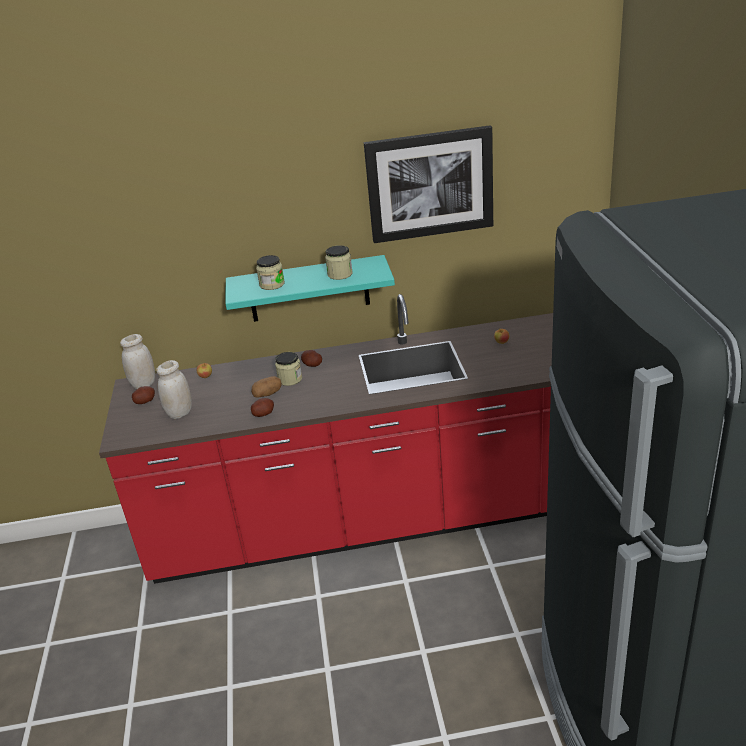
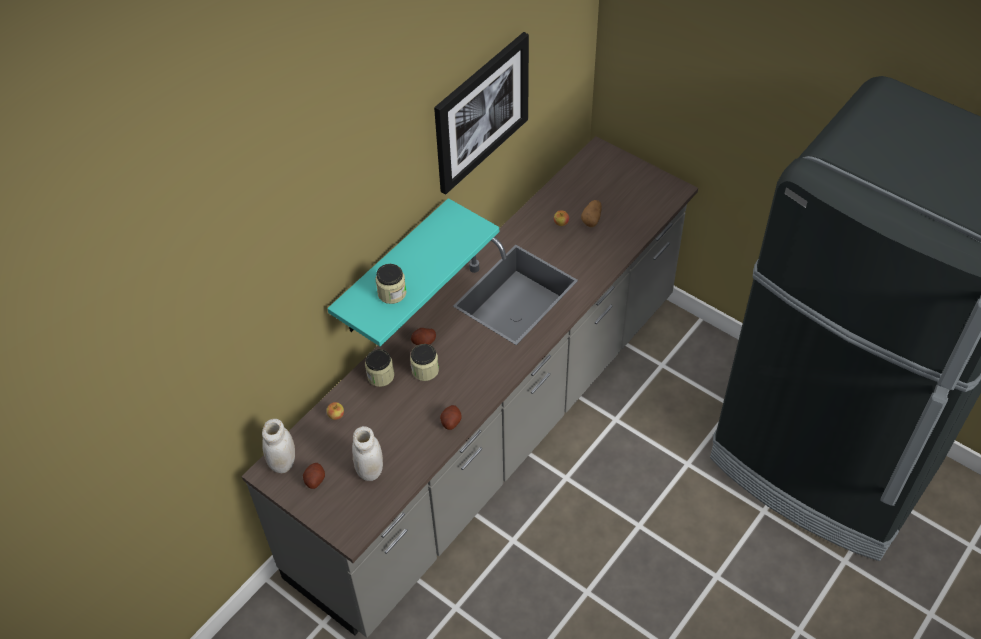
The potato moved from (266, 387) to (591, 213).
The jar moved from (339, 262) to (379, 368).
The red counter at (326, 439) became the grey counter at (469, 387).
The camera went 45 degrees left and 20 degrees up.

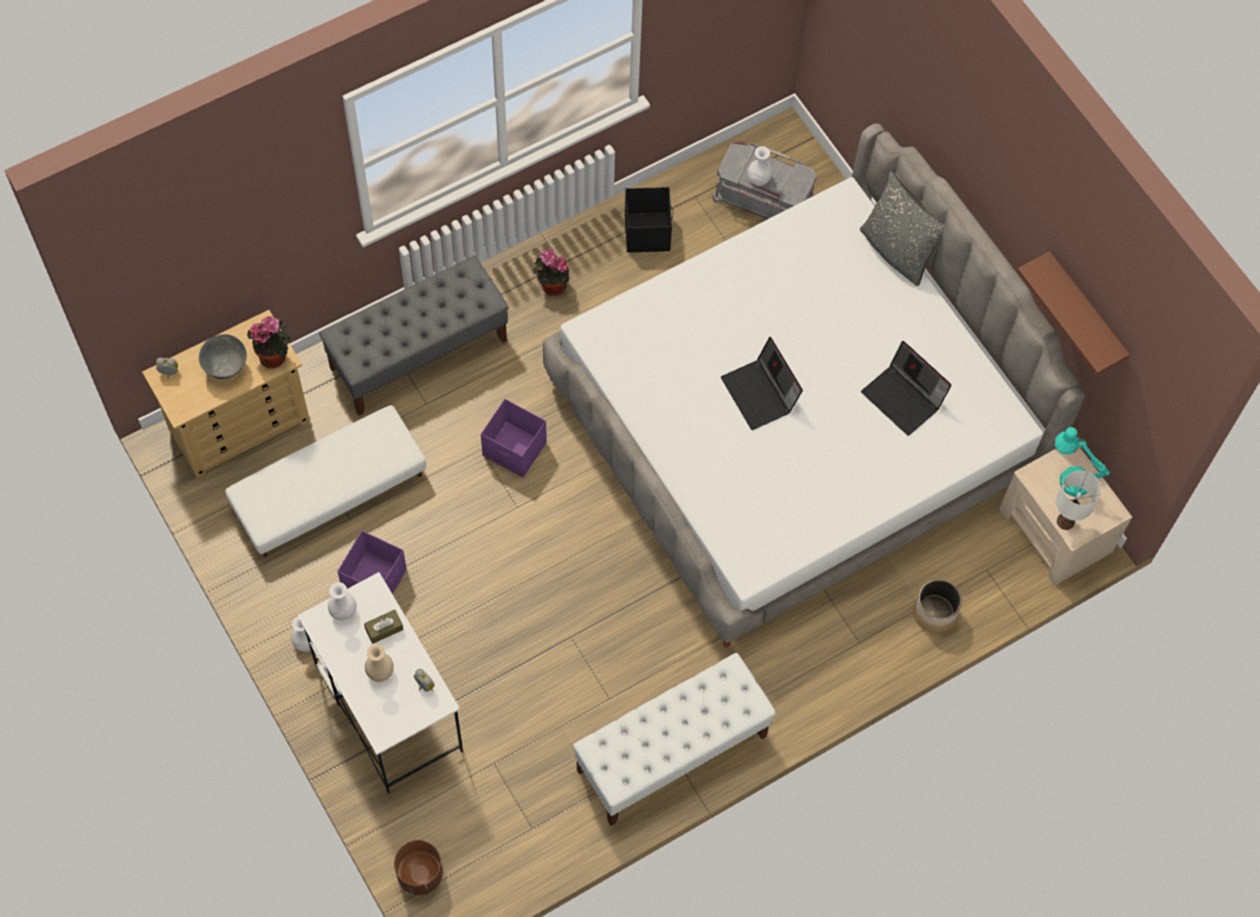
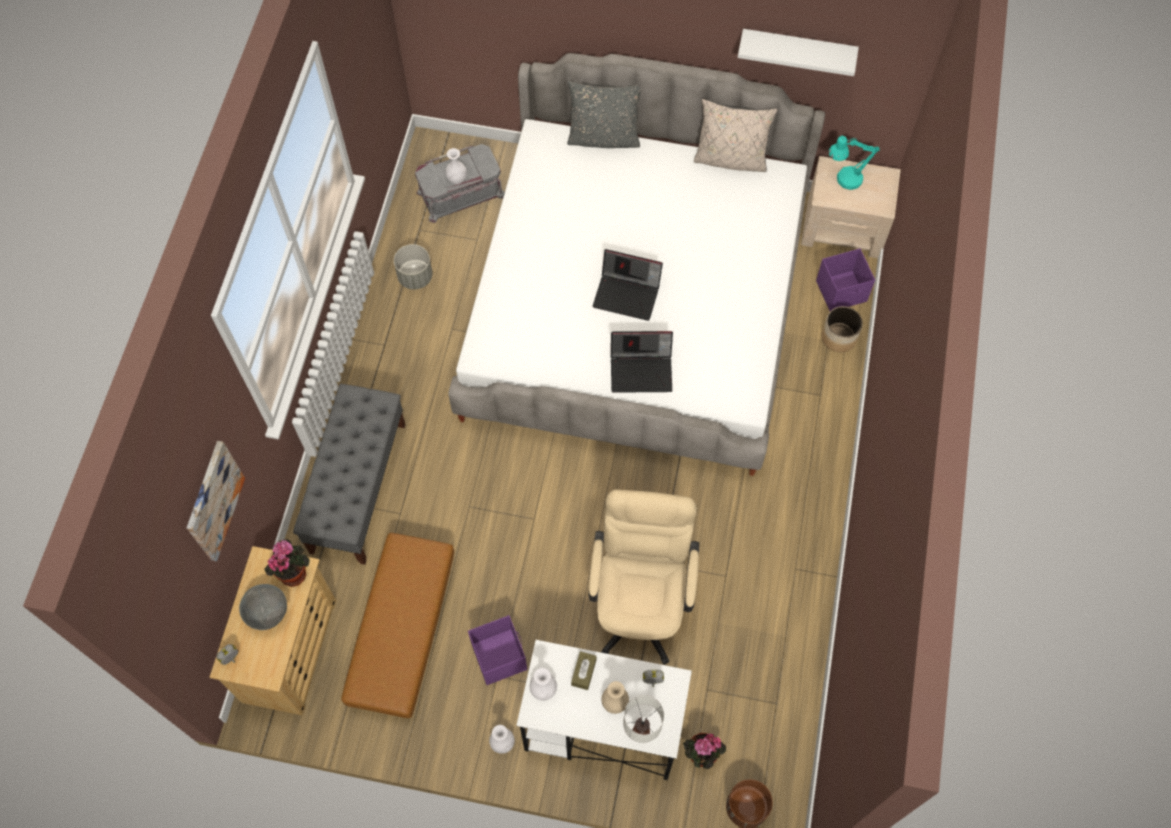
The white bench at (674, 739) disappeared.
The picture at (216, 501) appeared.
The beige office chair at (643, 577) appeared.
The beige pillow at (736, 135) appeared.
The purple storage box moved from (514, 438) to (845, 280).
The potted plant moved from (551, 272) to (704, 751).
The laptop moved from (906, 388) to (642, 362).
The white table lamp moved from (1078, 500) to (643, 719).
The black storage box at (649, 220) was replaced by the grey planter at (413, 267).
The white ottoman at (325, 481) became the brown ottoman at (397, 625).
The brown shelf at (1073, 313) became the white shelf at (798, 52).
The camera went 45 degrees left and 0 degrees up.

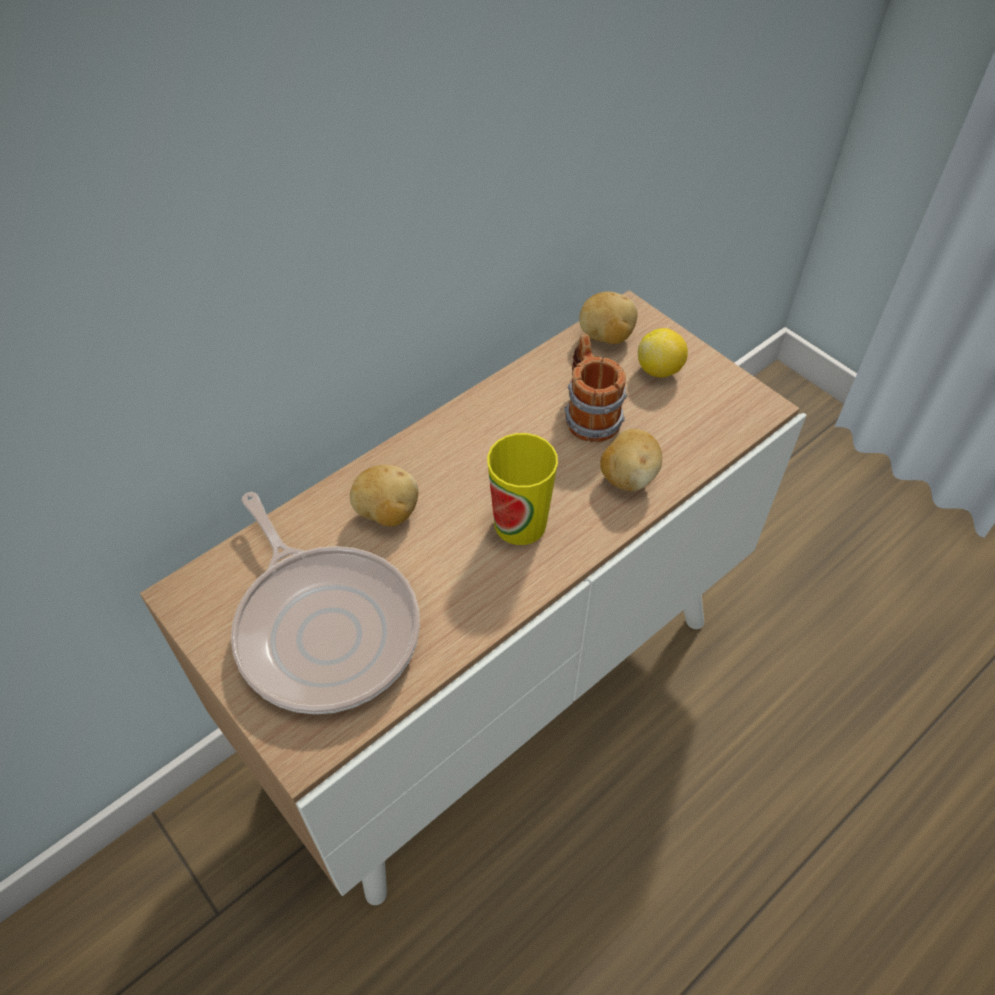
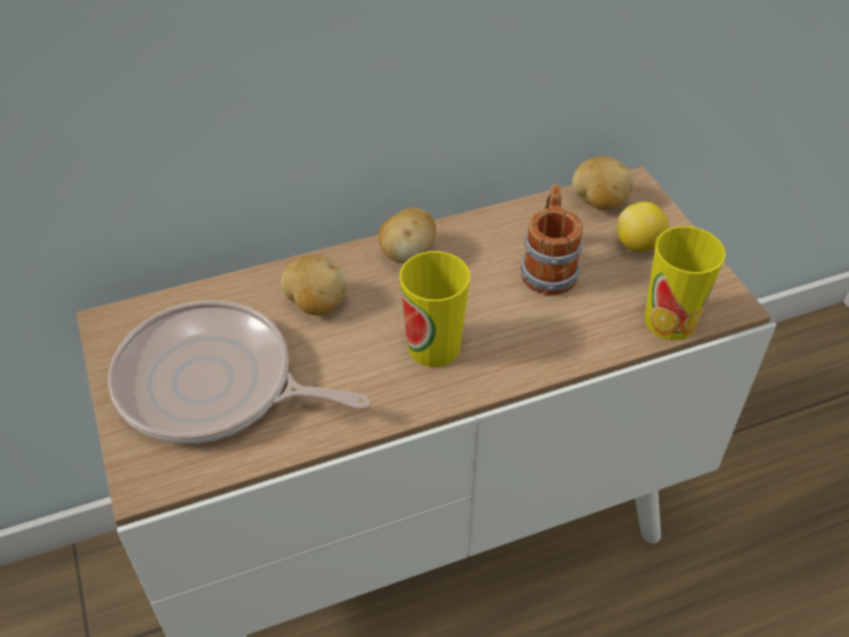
The cup at (685, 283) appeared.
The potato moved from (631, 460) to (407, 236).
The frying pan at (325, 603) turned 120 degrees clockwise.
The camera went 20 degrees right and 5 degrees down.

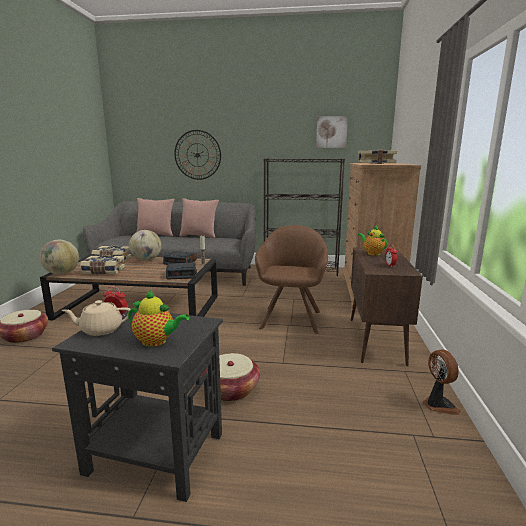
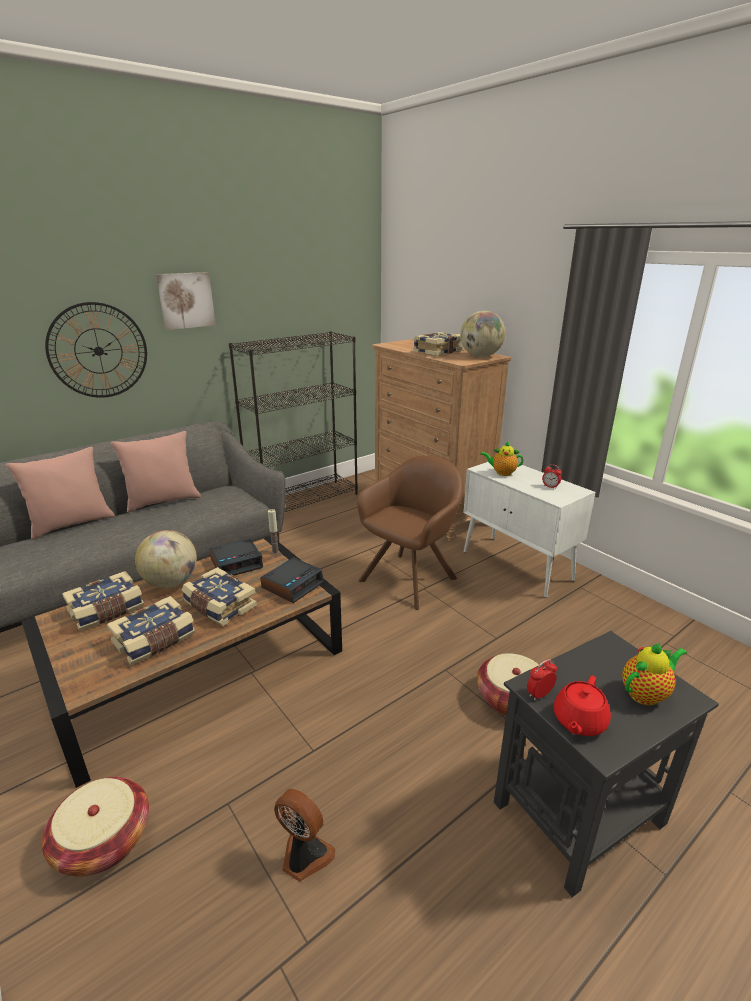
The book at (219, 596) appeared.
The globe moved from (59, 257) to (482, 334).
The picture moved from (332, 132) to (186, 301).
The fan moved from (442, 382) to (305, 835).
The beige teapot at (96, 318) became the red teapot at (582, 706).
The brown cabinet at (387, 307) became the white cabinet at (529, 530).
The brown armchair at (291, 279) turned 75 degrees clockwise.
The camera went 45 degrees left and 10 degrees up.

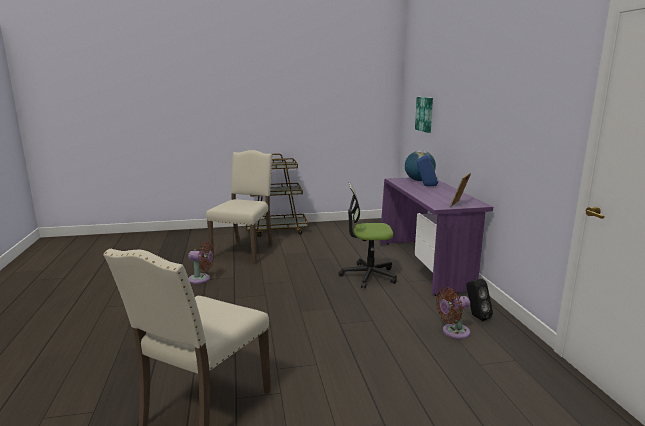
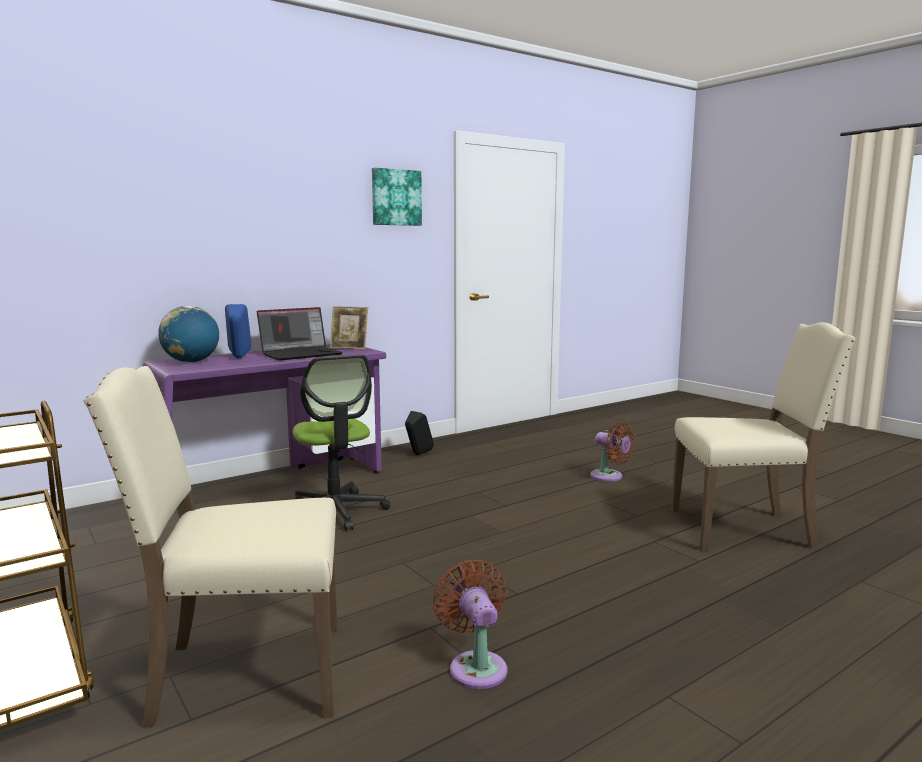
The laptop at (300, 334) appeared.
The picture moved from (424, 115) to (397, 197).
The brown fan moved from (453, 313) to (612, 452).
The camera went 115 degrees left and 5 degrees down.

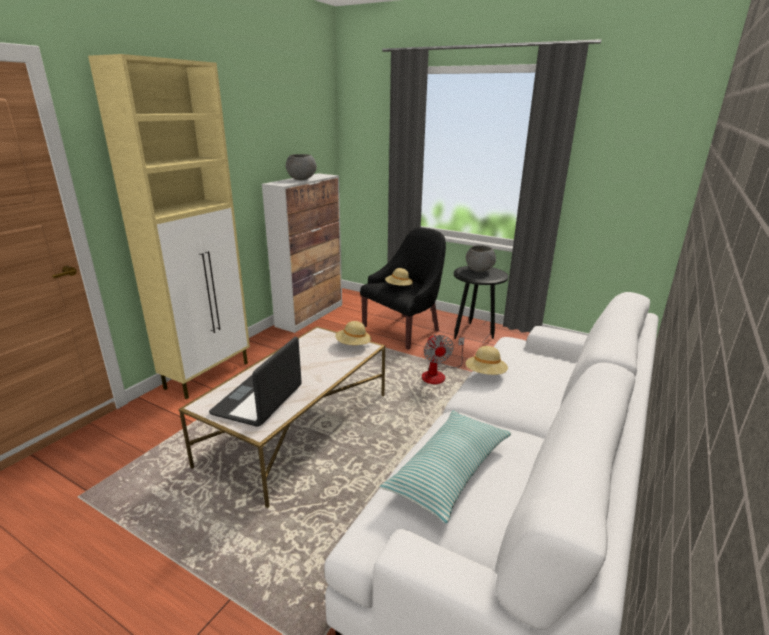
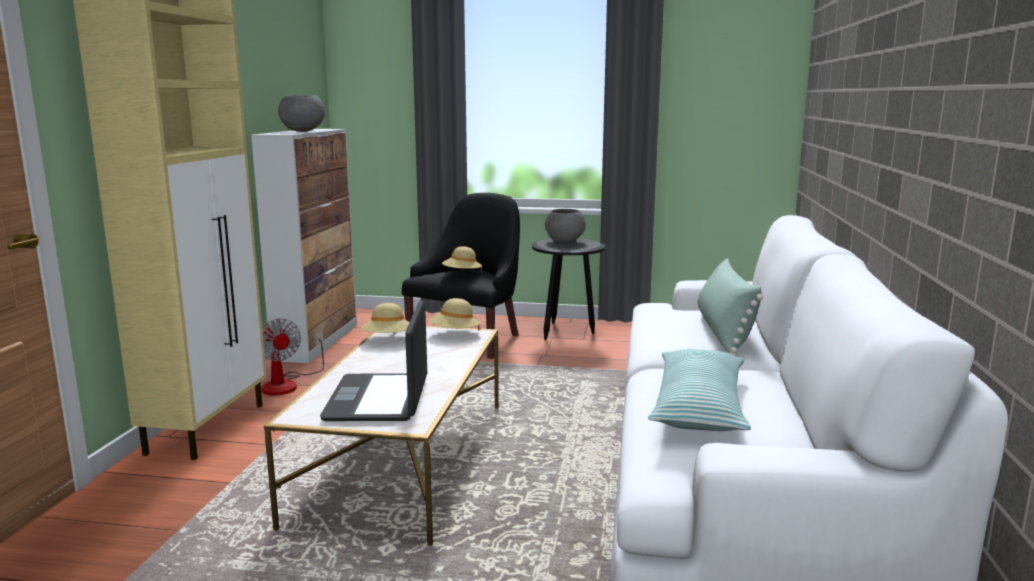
The green pillow at (730, 305) appeared.
The fan moved from (443, 359) to (292, 357).
The beige hat moved from (487, 360) to (385, 318).
The camera went 20 degrees left and 10 degrees down.

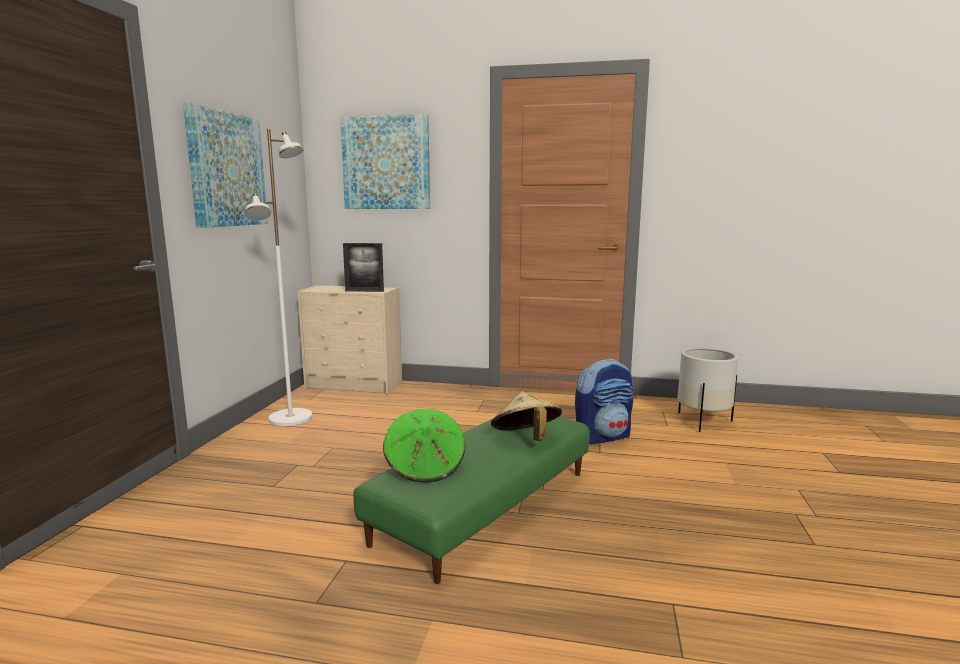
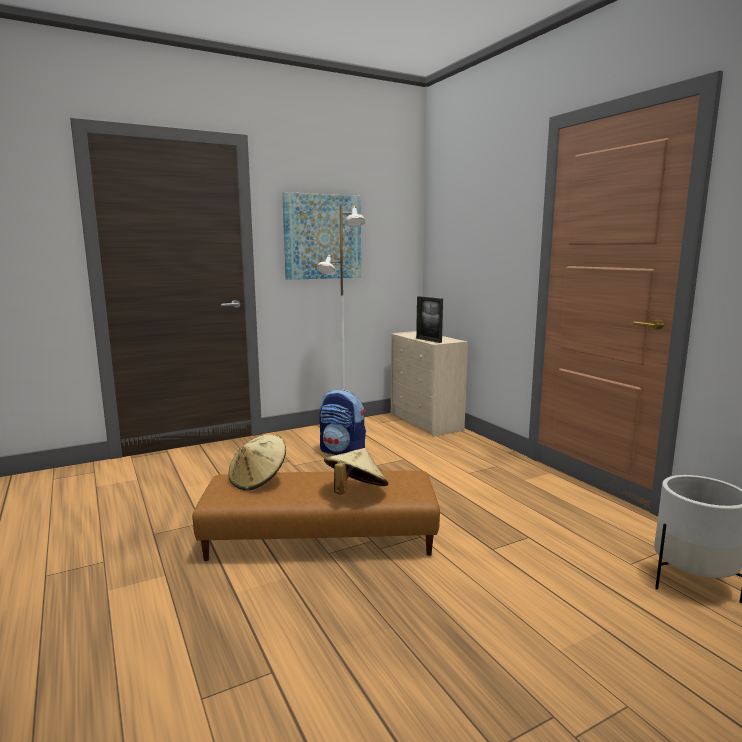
The picture at (385, 161) disappeared.
The backpack moved from (604, 401) to (342, 422).
The green ottoman at (471, 500) became the brown ottoman at (316, 516).
The green hat at (424, 445) became the beige hat at (257, 463).
The camera went 50 degrees right and 0 degrees up.

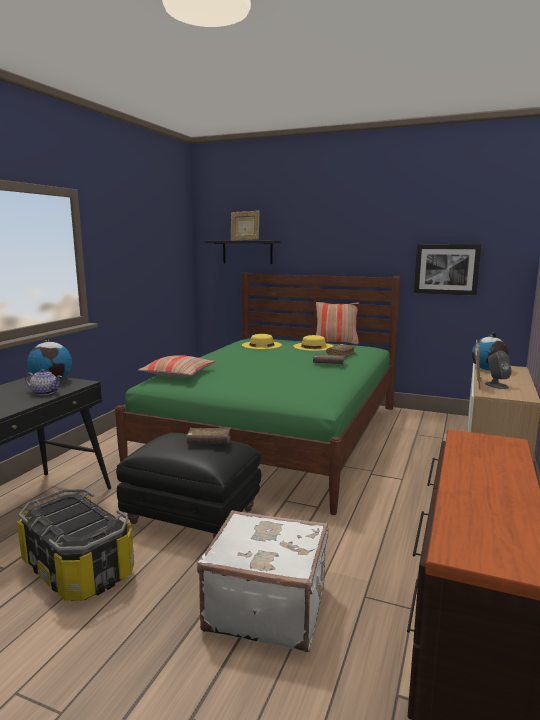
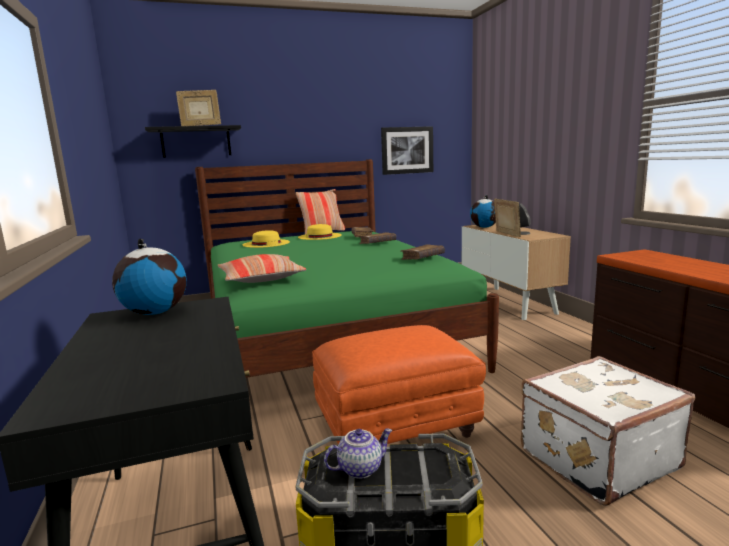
The teapot moved from (43, 382) to (358, 453).
The brown book moved from (208, 435) to (423, 252).
The black ottoman at (188, 485) became the orange ottoman at (399, 384).
The camera went 40 degrees left and 0 degrees up.

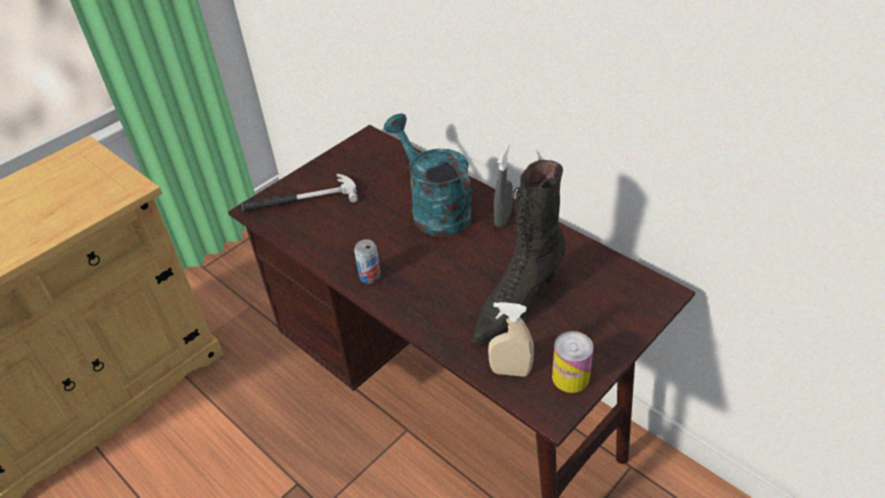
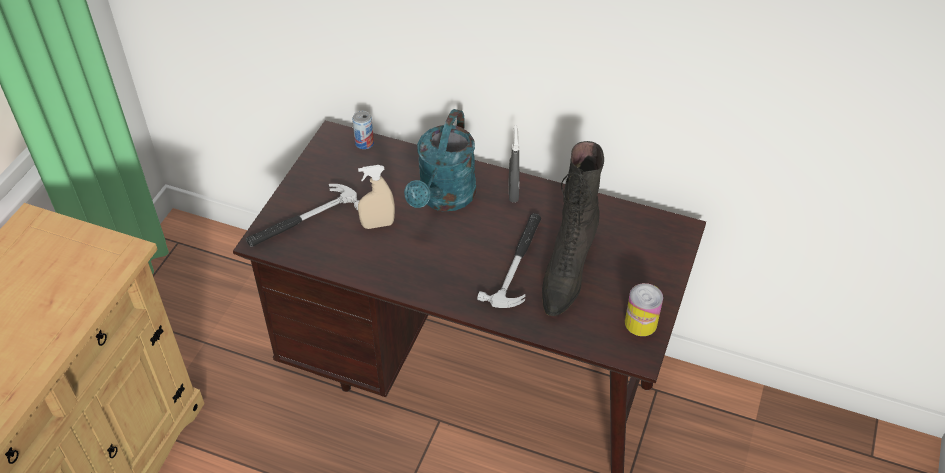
The hammer at (509, 260) appeared.
The can moved from (367, 261) to (363, 130).
The beige spray bottle moved from (511, 339) to (376, 197).
The turquoise watering can at (428, 175) turned 105 degrees counterclockwise.
The camera went 25 degrees left and 5 degrees up.

